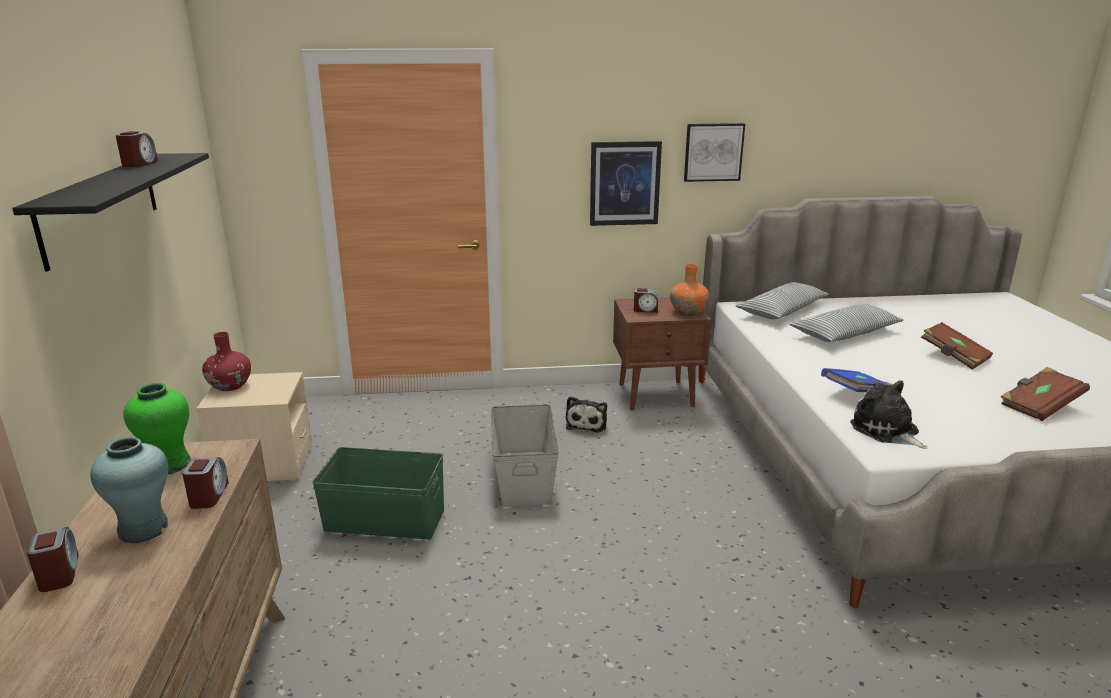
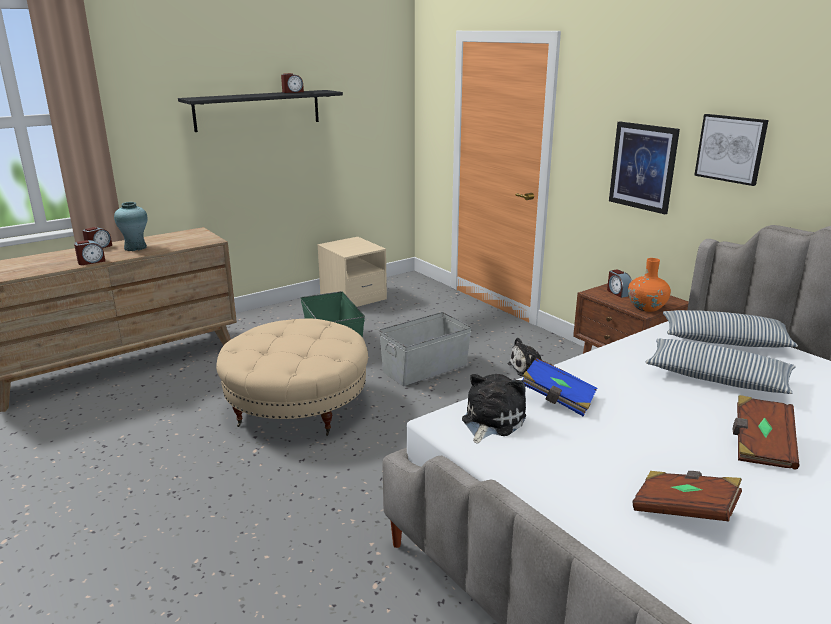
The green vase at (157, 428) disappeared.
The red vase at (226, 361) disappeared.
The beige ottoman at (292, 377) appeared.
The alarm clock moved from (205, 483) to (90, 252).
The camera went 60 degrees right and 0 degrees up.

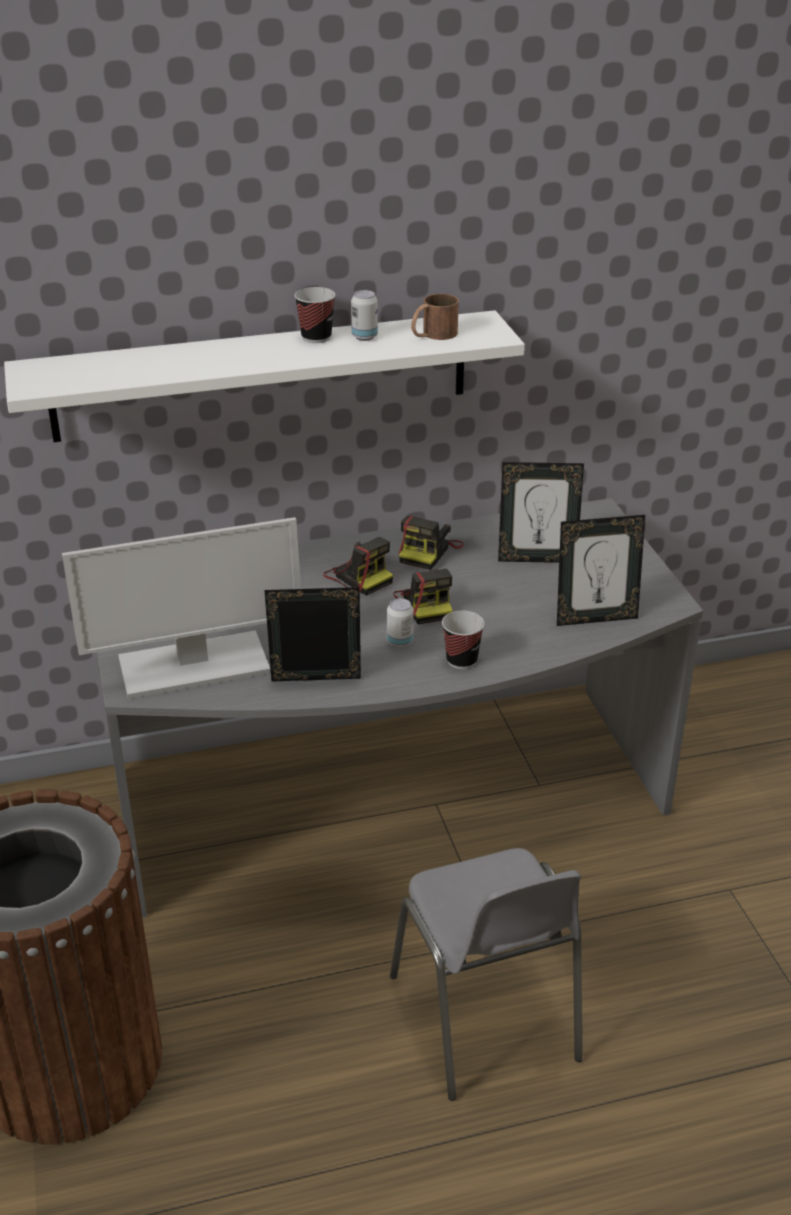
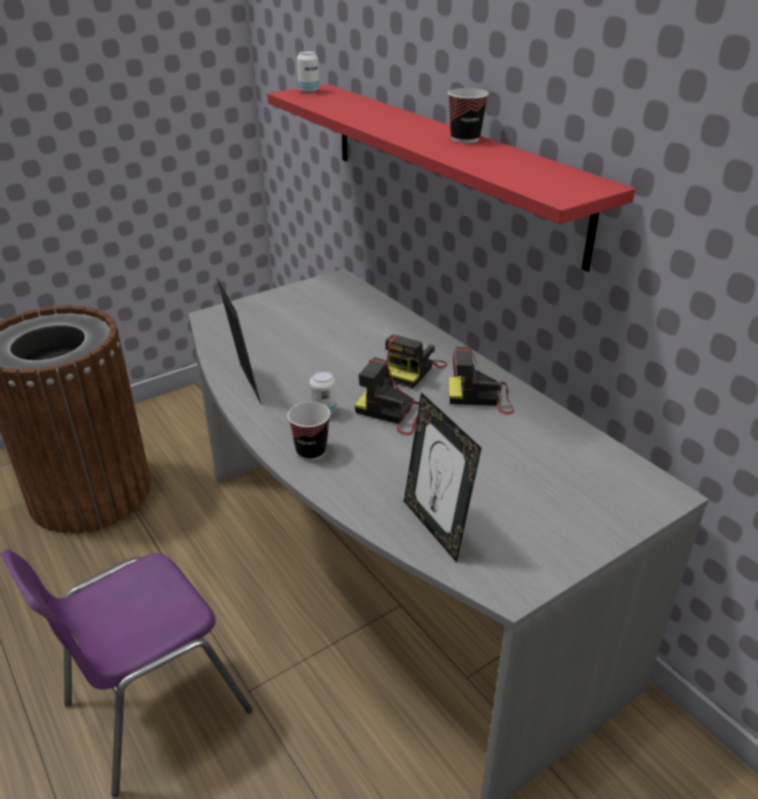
The monitor at (181, 608) disappeared.
The brown mug at (435, 317) disappeared.
The picture frame at (541, 512) disappeared.
The can moved from (364, 315) to (308, 72).
The white shelf at (264, 376) became the red shelf at (451, 178).
The grey chair at (486, 974) became the purple chair at (126, 673).
The photo camera at (423, 596) turned 60 degrees clockwise.
The camera went 70 degrees right and 0 degrees up.

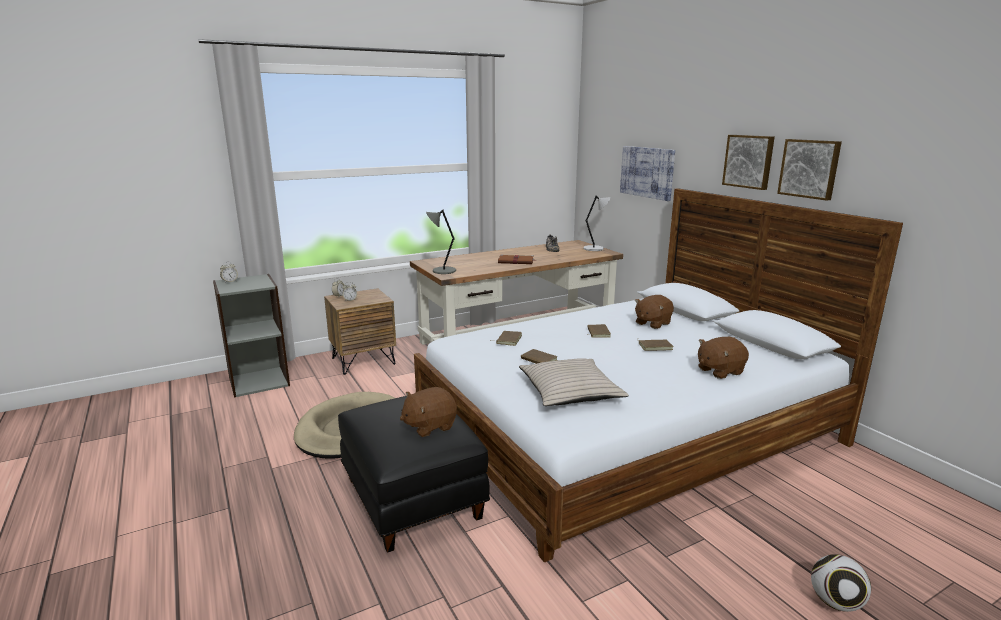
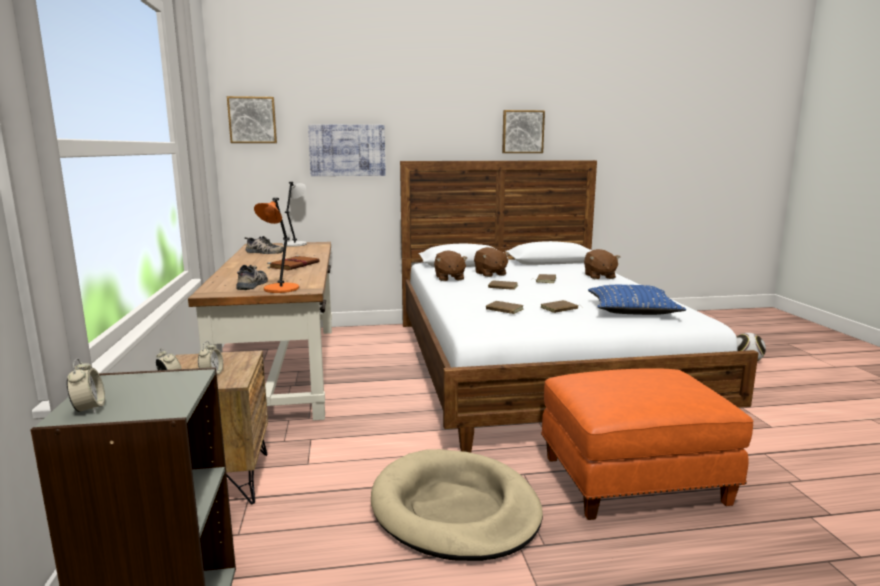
The shoe at (252, 277) appeared.
The brown plush toy moved from (428, 412) to (450, 265).
The picture moved from (748, 162) to (252, 119).
The black ottoman at (414, 474) became the orange ottoman at (647, 444).
The grey table lamp at (441, 241) became the orange table lamp at (276, 245).
The beige pillow at (574, 382) became the blue pillow at (637, 300).
The camera went 70 degrees left and 5 degrees down.

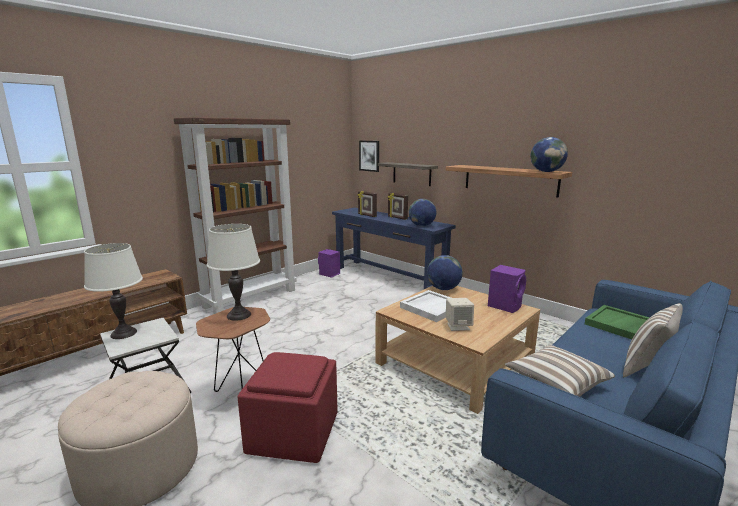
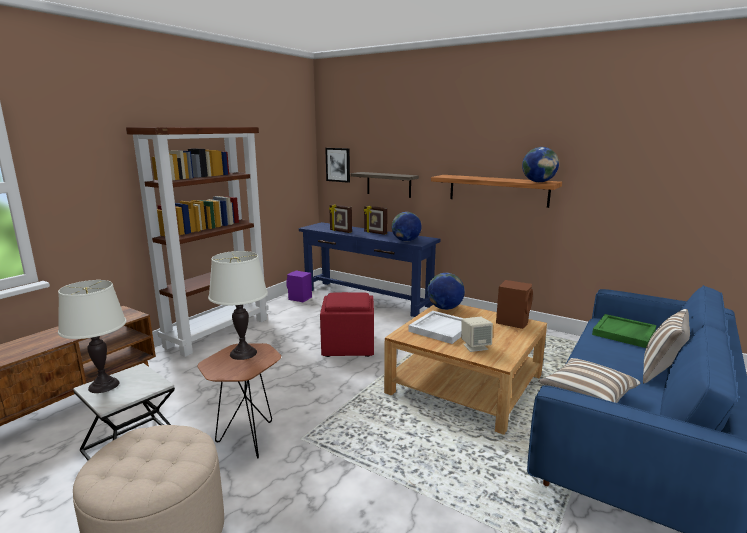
The red ottoman moved from (287, 407) to (347, 324).
The purple speaker at (507, 289) became the brown speaker at (514, 304).
The camera went 10 degrees left and 0 degrees up.

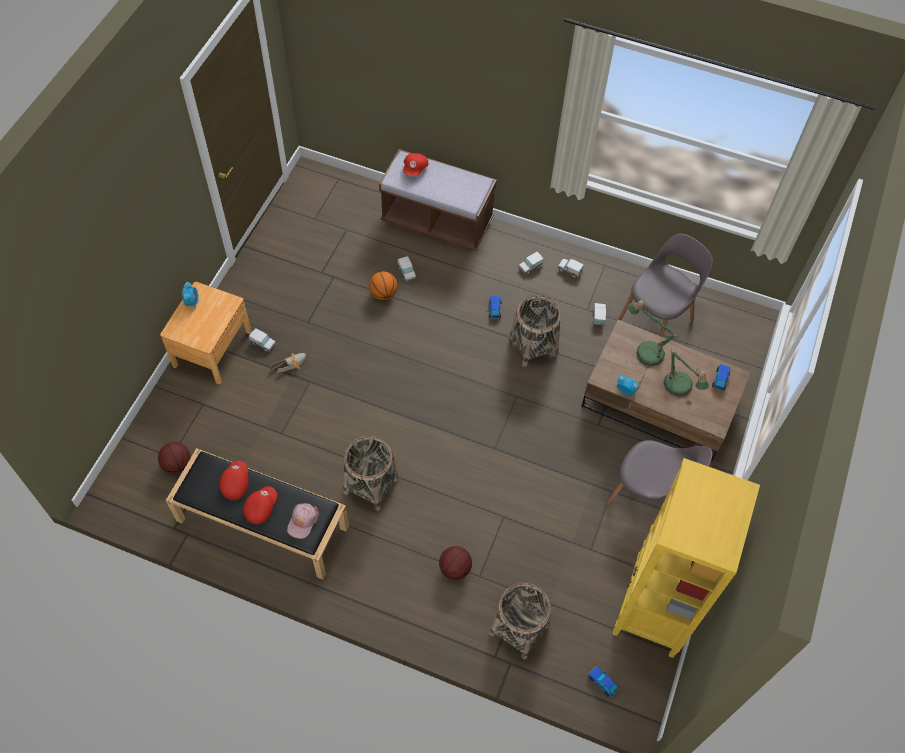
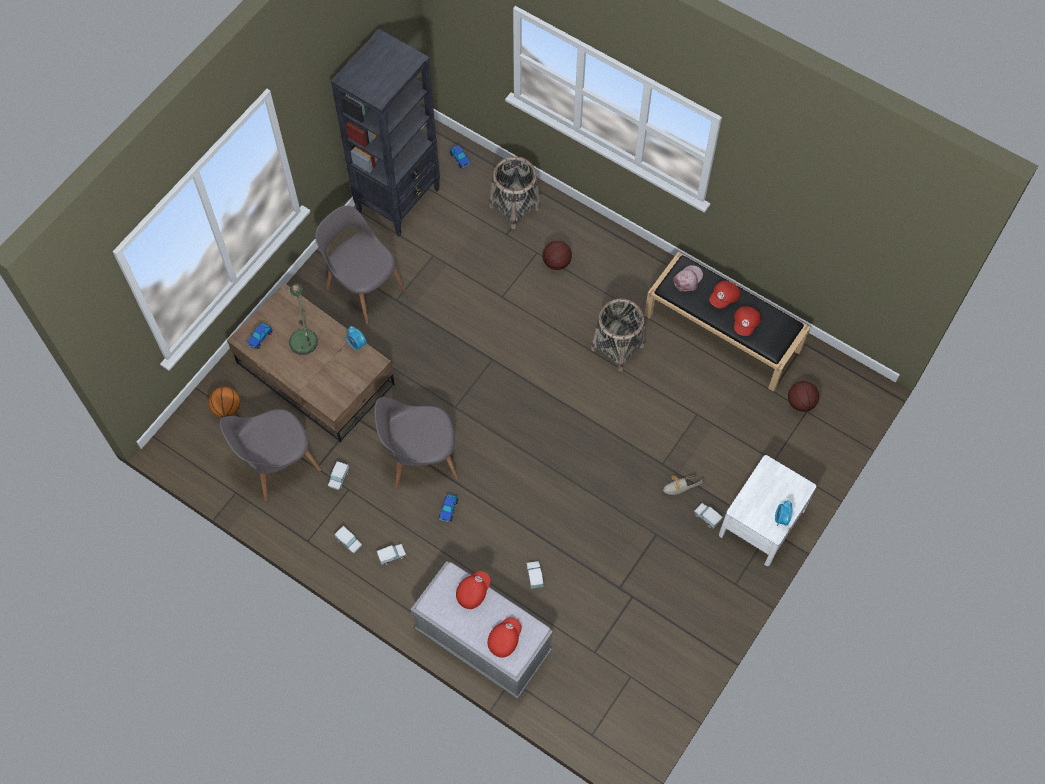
The table lamp at (652, 333) disappeared.
The red cap at (473, 590) appeared.
The basketball moved from (383, 285) to (224, 402).
The basket at (535, 331) was replaced by the grey chair at (416, 443).
The brown nightstand at (206, 333) became the white nightstand at (767, 510).
The brown bench at (438, 200) became the grey bench at (481, 630).
The yellow bookcase at (686, 558) became the black bookcase at (385, 132).
The camera went 165 degrees left and 5 degrees up.

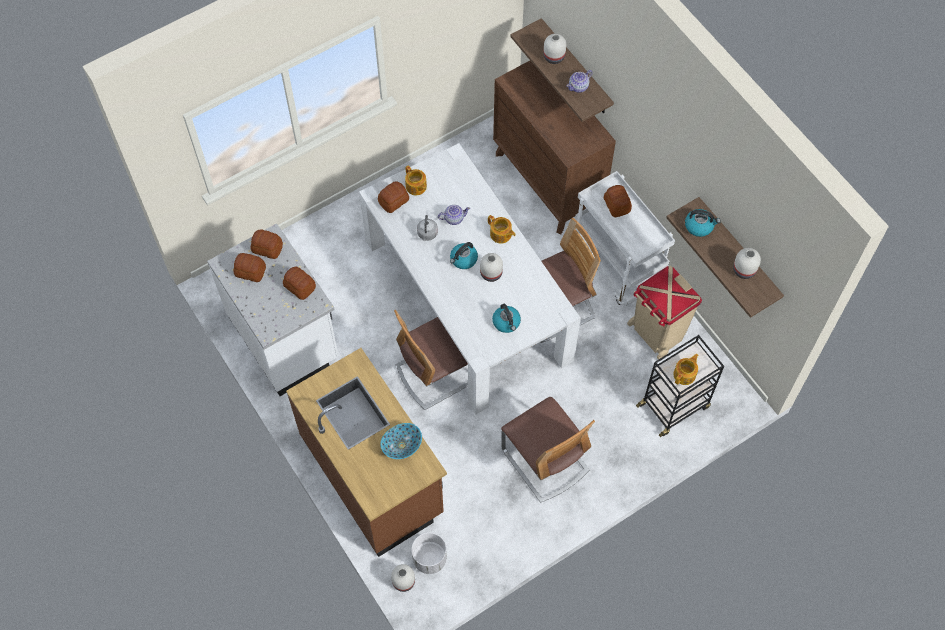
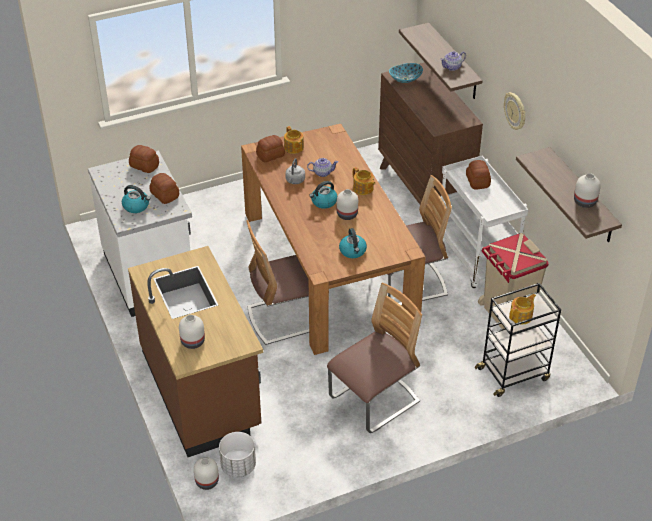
The bread at (250, 267) disappeared.
The wall clock at (514, 111) appeared.
The bowl moved from (401, 441) to (406, 73).
The white vase moved from (554, 49) to (192, 332).
The kettle moved from (703, 223) to (136, 199).
The white dining table at (470, 278) became the brown dining table at (333, 239).
The chair at (548, 450) turned 105 degrees counterclockwise.
The camera went 10 degrees right and 20 degrees down.

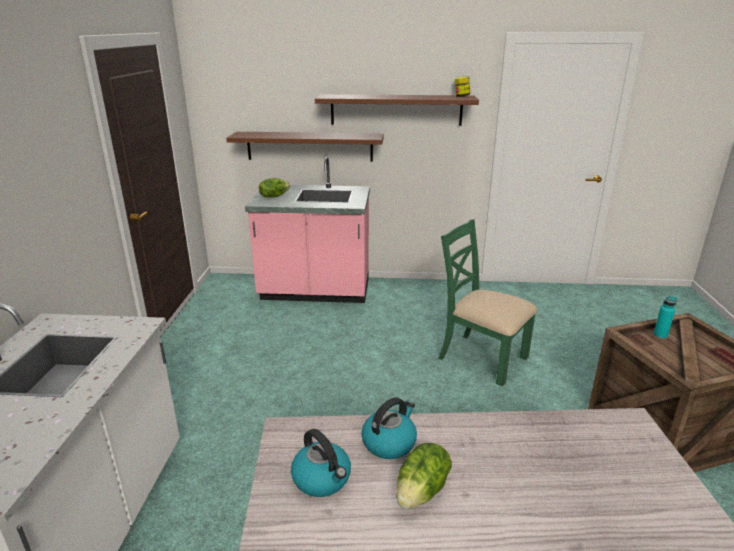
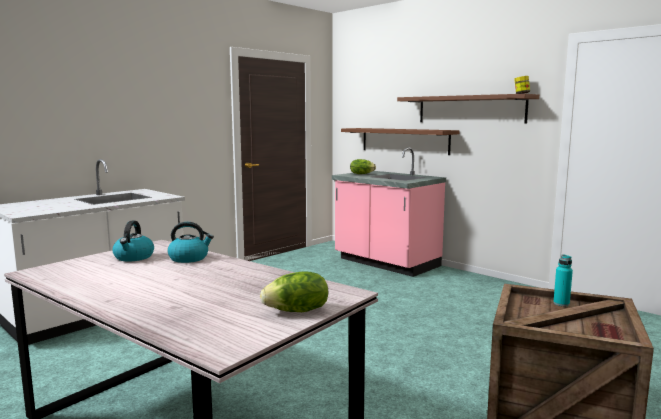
The green chair at (487, 302) disappeared.
The lettuce moved from (424, 476) to (294, 291).
The camera went 40 degrees right and 15 degrees down.

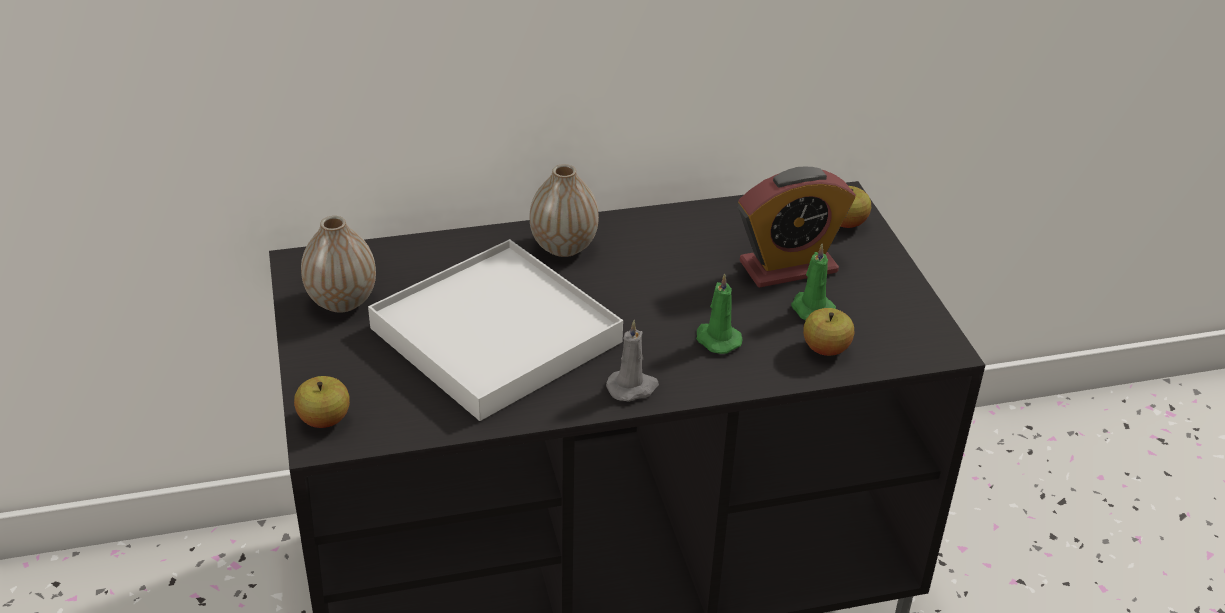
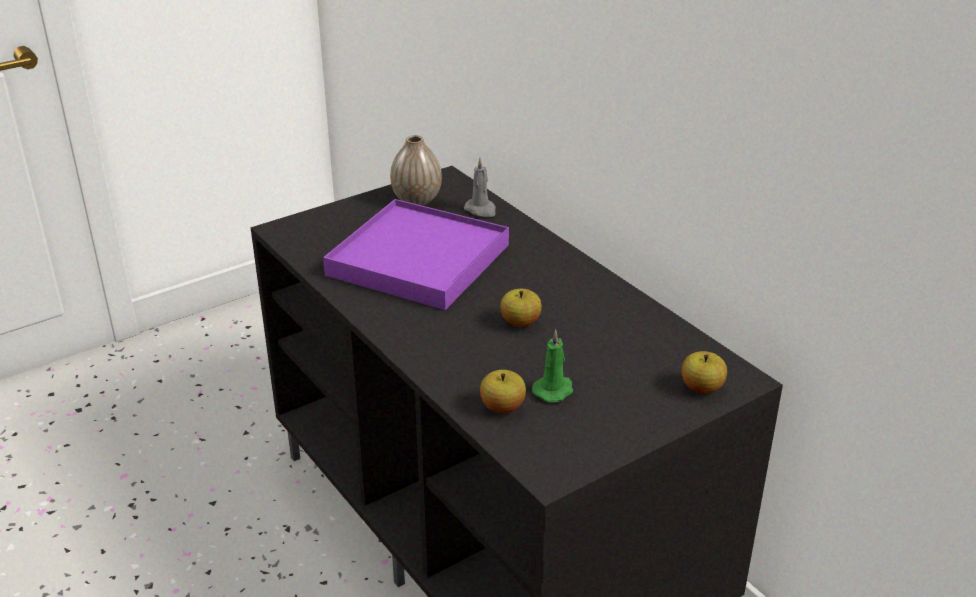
The vase at (564, 210) disappeared.
The green candle at (719, 313) disappeared.
The alarm clock at (797, 227) disappeared.
The apple moved from (322, 402) to (521, 308).
The grey candle moved from (632, 361) to (480, 187).
The white tray at (495, 330) became the purple tray at (416, 254).
The camera went 70 degrees right and 5 degrees down.

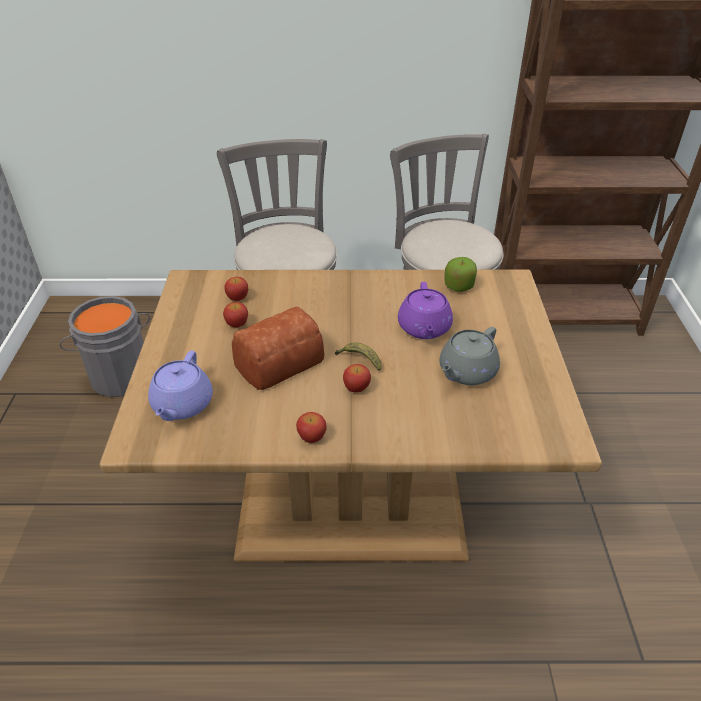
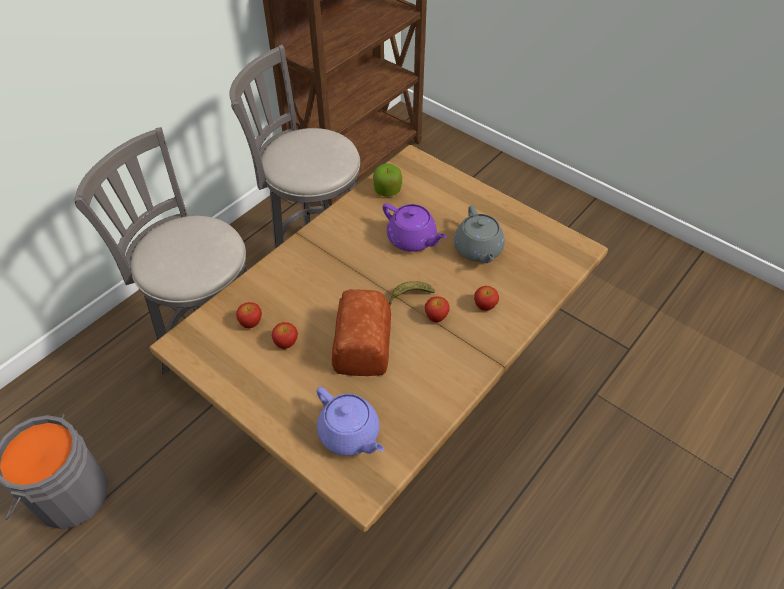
The apple moved from (311, 427) to (486, 298).
The camera went 50 degrees left and 10 degrees up.

